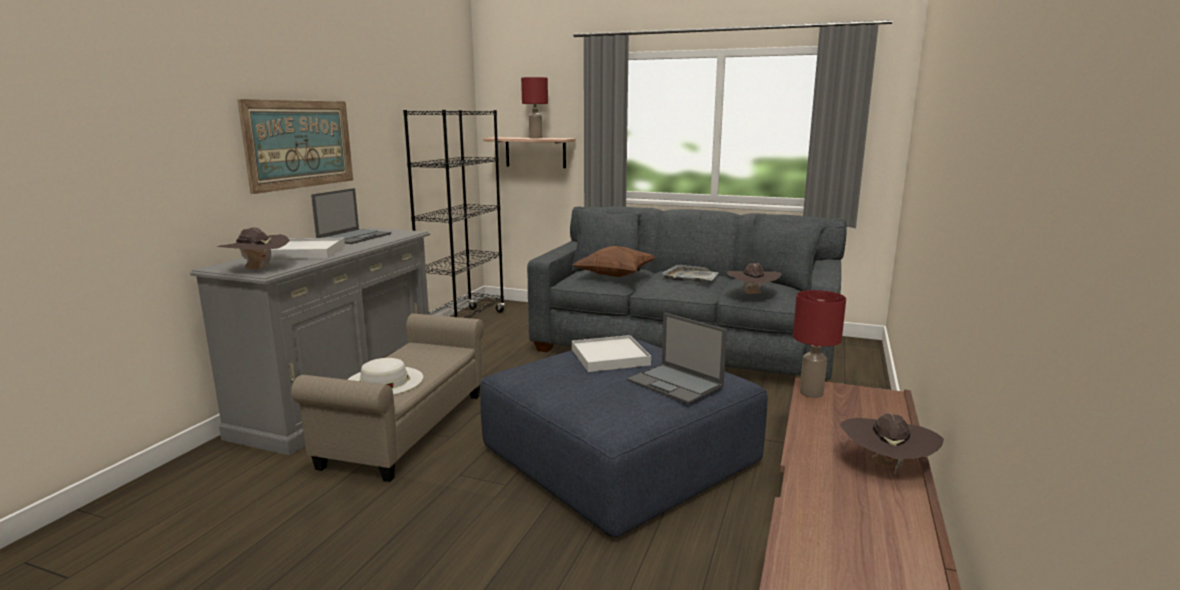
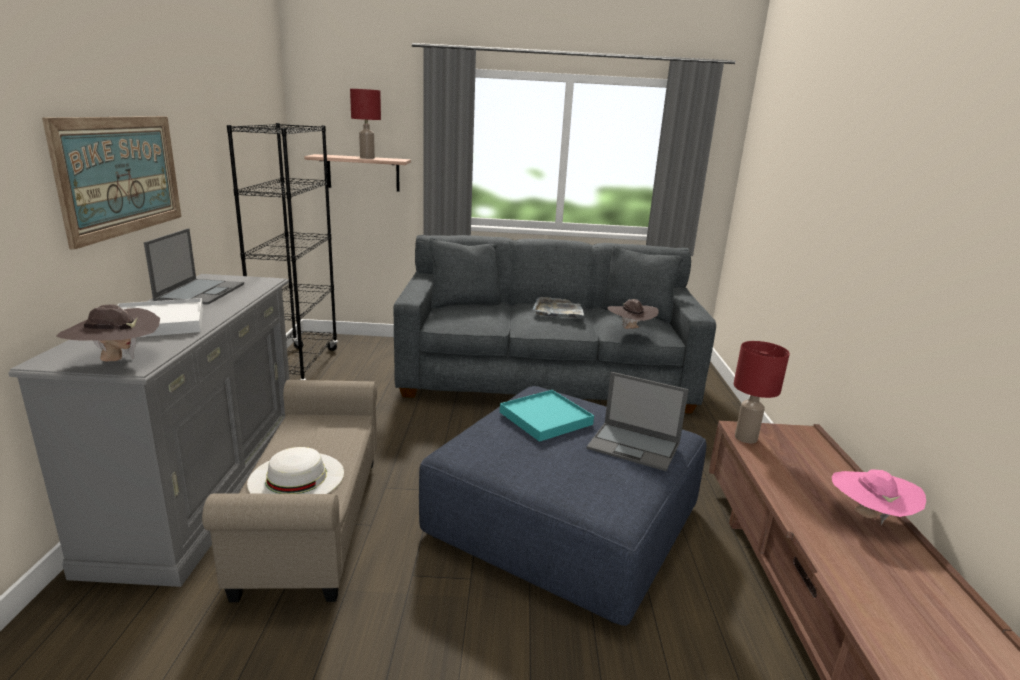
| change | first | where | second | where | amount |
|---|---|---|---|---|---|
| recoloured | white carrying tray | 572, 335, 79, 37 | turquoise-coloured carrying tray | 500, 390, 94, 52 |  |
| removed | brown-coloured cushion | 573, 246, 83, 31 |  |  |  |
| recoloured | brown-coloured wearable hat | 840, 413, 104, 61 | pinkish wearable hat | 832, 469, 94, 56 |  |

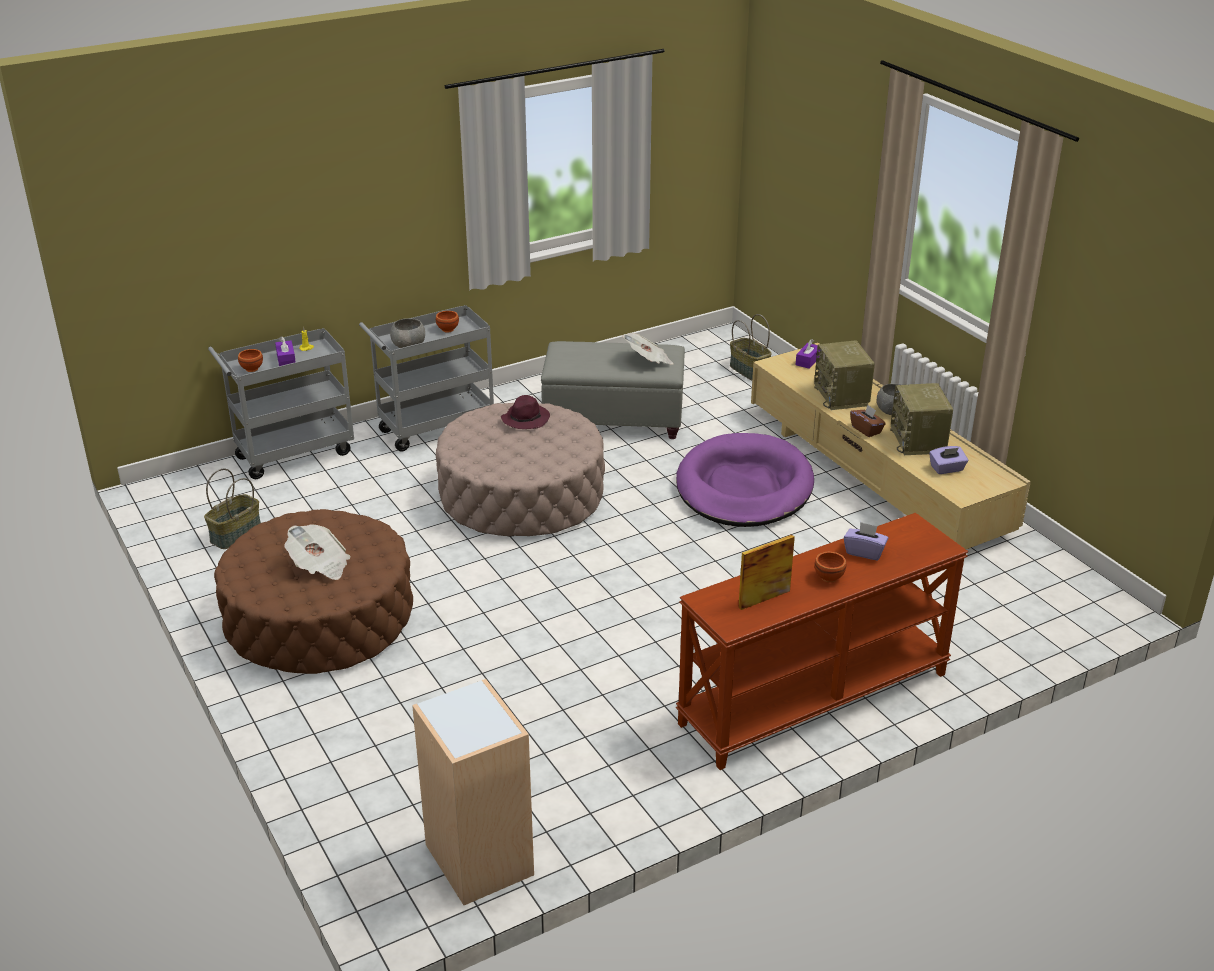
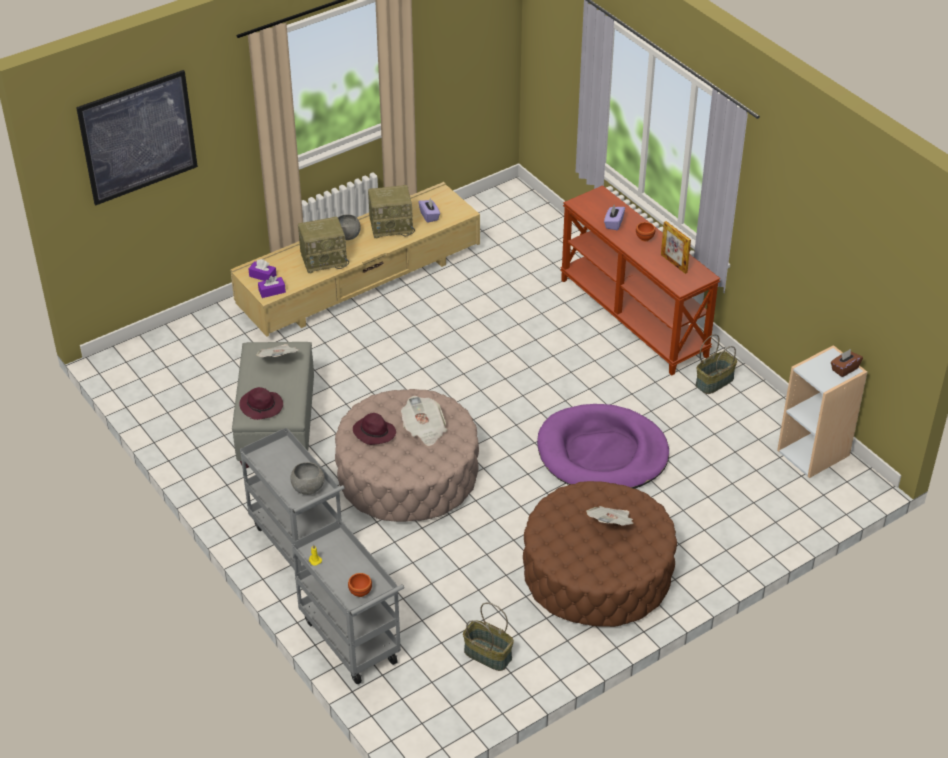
| change | first | where | second | where | amount |
|---|---|---|---|---|---|
| moved | purple box of tissues | 275, 336, 21, 30 |  | 258, 276, 28, 22 |  |
| removed | brown-coloured bowl | 436, 311, 23, 21 |  |  |  |
| moved | purple dog cushion | 676, 433, 138, 94 |  | 537, 404, 132, 85 |  |
| moved | storage basket | 730, 314, 42, 66 |  | 696, 334, 41, 60 |  |
| moved | brown-coloured box of tissues | 850, 405, 36, 32 |  | 831, 349, 32, 28 |  |
| added |  |  | picture | 76, 70, 122, 135 |  |
| added |  |  | purple wearable hat | 239, 387, 44, 33 |  |
| added |  |  | printed paper | 401, 396, 46, 50 |  |

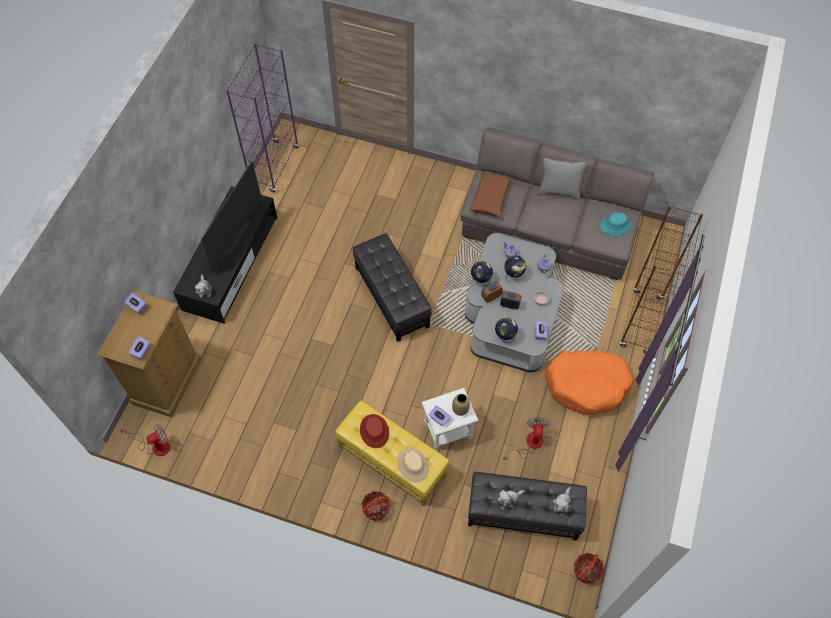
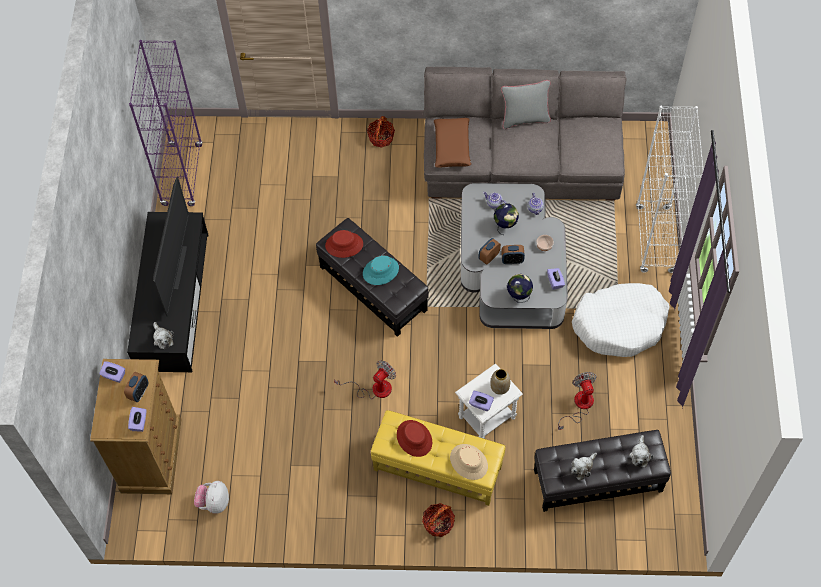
| change | first | where | second | where | amount |
|---|---|---|---|---|---|
| moved | electric fan | 119, 424, 51, 32 |  | 334, 360, 62, 39 |  |
| removed | desk globe | 471, 261, 22, 25 |  |  |  |
| recoloured | orange-coloured dog cushion | 545, 350, 89, 65 | white dog cushion | 572, 283, 98, 74 |  |
| moved | storage basket | 574, 552, 30, 32 |  | 367, 116, 28, 32 |  |
| moved | turquoise-coloured wearable hat | 600, 212, 31, 24 |  | 363, 255, 36, 30 |  |
| recoloured | brown-coloured bookcase | 620, 205, 83, 149 | white bookcase | 636, 106, 68, 167 |  |
| added |  |  | alarm clock | 124, 372, 24, 30 |  |
| added |  |  | cuddly toy | 194, 481, 35, 33 |  |
| added |  |  | red-coloured wearable hat | 325, 230, 38, 28 |  |

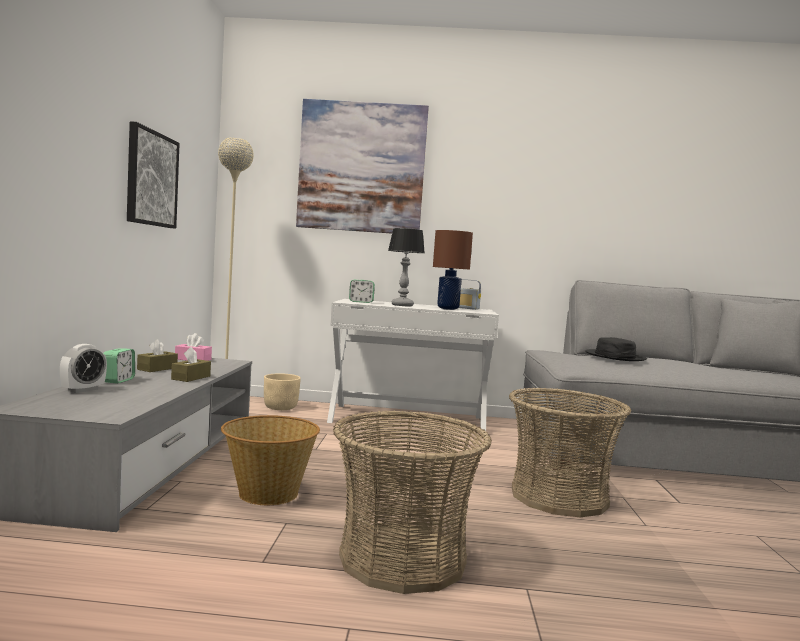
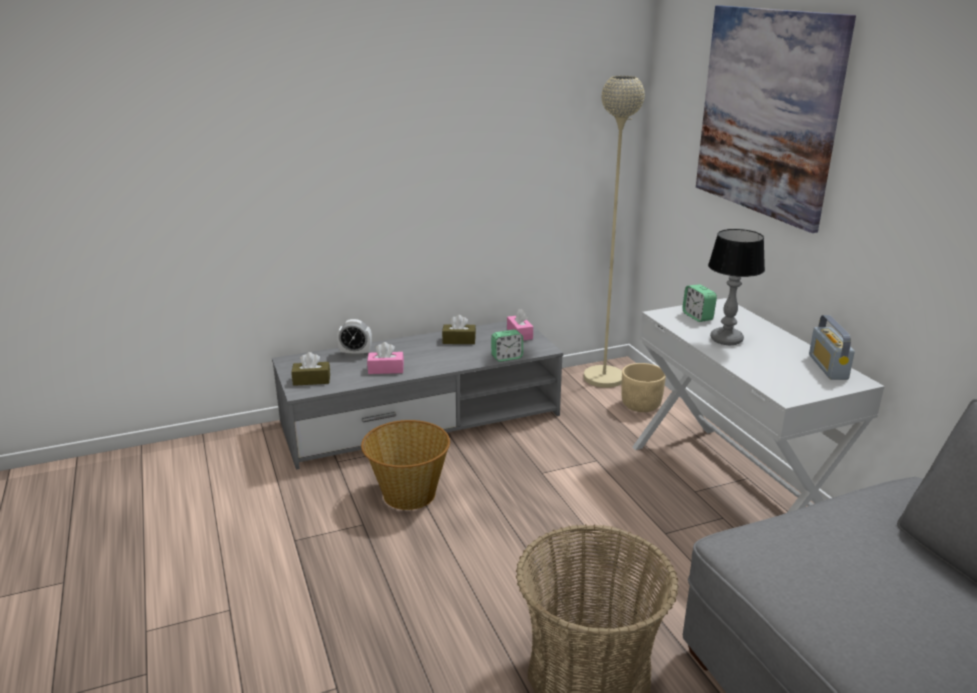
| change | first | where | second | where | amount |
|---|---|---|---|---|---|
| moved | alarm clock | 103, 348, 32, 36 |  | 491, 329, 32, 33 |  |
| removed | picture | 127, 121, 53, 108 |  |  |  |
| moved | brown-coloured box of tissues | 171, 347, 40, 35 |  | 291, 352, 39, 34 |  |
| removed | storage basket | 333, 410, 159, 184 |  |  |  |
| removed | brown-coloured lamp for a table | 433, 230, 40, 80 |  |  |  |
| removed | blackish wearable hat | 585, 337, 62, 24 |  |  |  |
| added |  |  | pinkish box of tissues | 367, 342, 37, 32 |  |

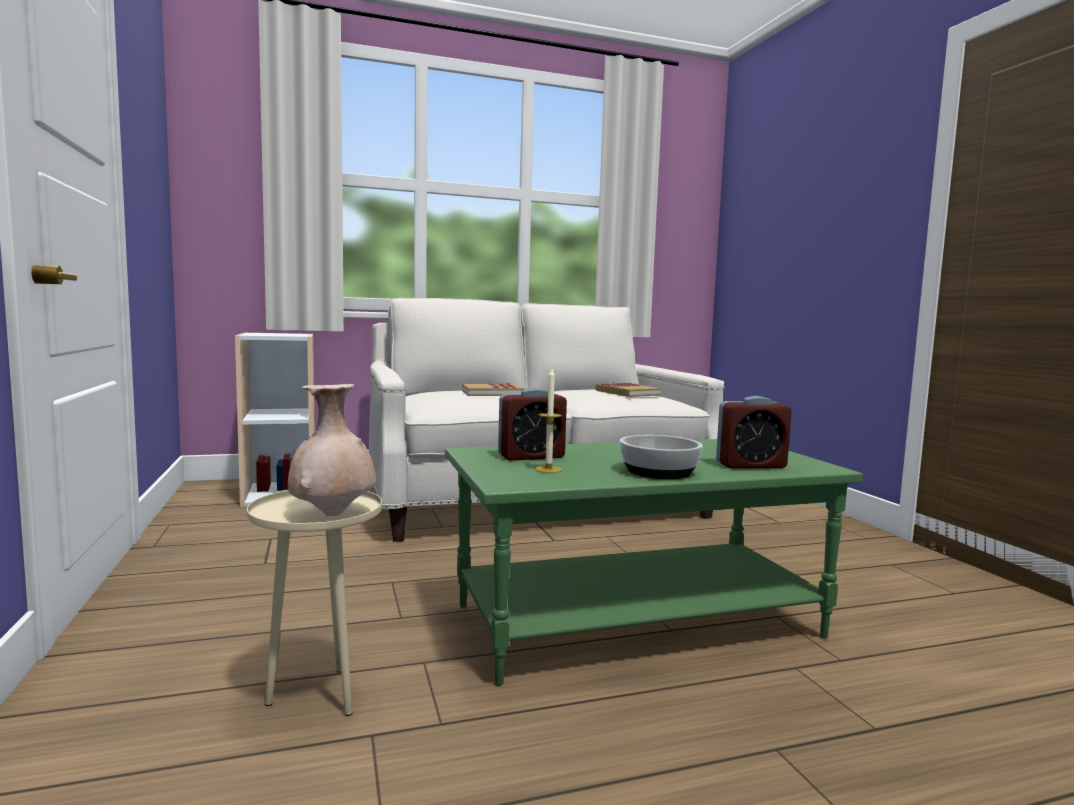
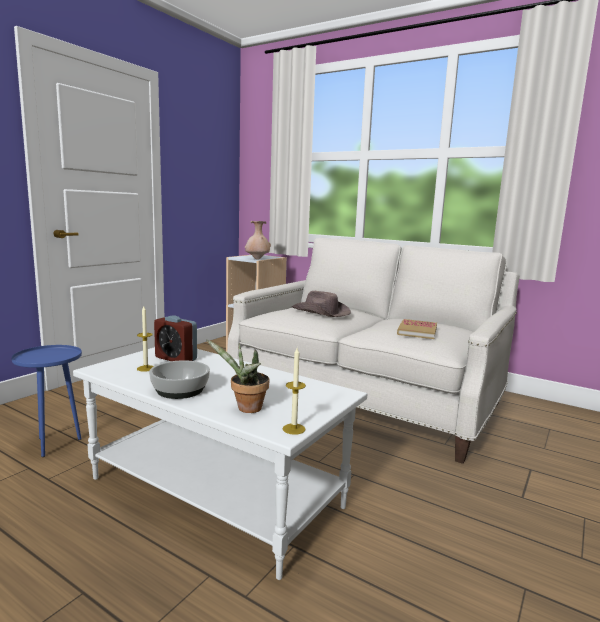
| change | first | where | second | where | amount |
|---|---|---|---|---|---|
| recoloured | beige end table | 247, 490, 135, 226 | bluish end table | 11, 345, 71, 112 |  |
| moved | beige decorative vase | 288, 384, 88, 132 |  | 245, 221, 26, 39 |  |
| recoloured | green-coloured coffee table | 445, 439, 418, 247 | white coffee table | 73, 347, 294, 233 |  |
| replaced | book | 462, 383, 62, 13 | brown-coloured wearable hat | 292, 291, 59, 26 |  |
| replaced | alarm clock | 716, 396, 76, 73 | plant in a pot | 206, 339, 63, 74 |  |
| added |  |  | wax light | 283, 348, 23, 87 |  |

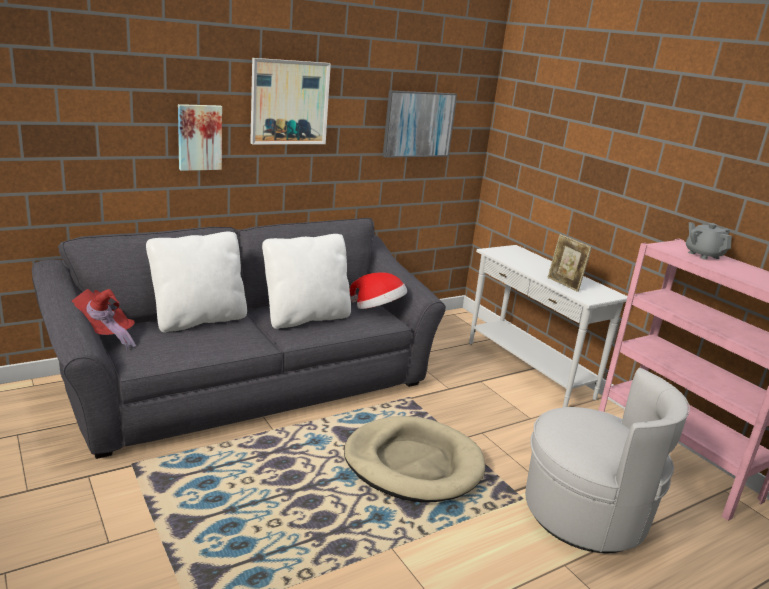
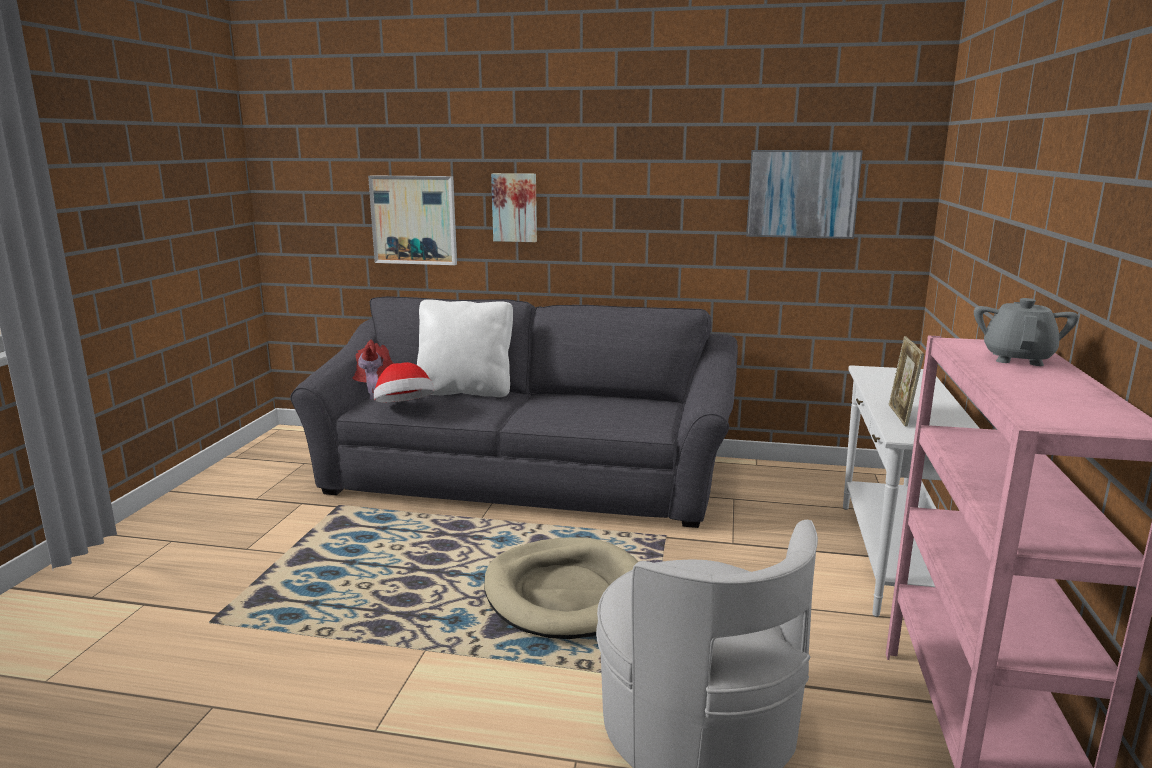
| change | first | where | second | where | amount |
|---|---|---|---|---|---|
| moved | picture | 250, 58, 81, 87 |  | 368, 175, 89, 90 |  |
| removed | white cushion | 262, 234, 89, 95 |  |  |  |
| moved | wearable hat | 350, 272, 57, 37 |  | 374, 362, 60, 41 |  |

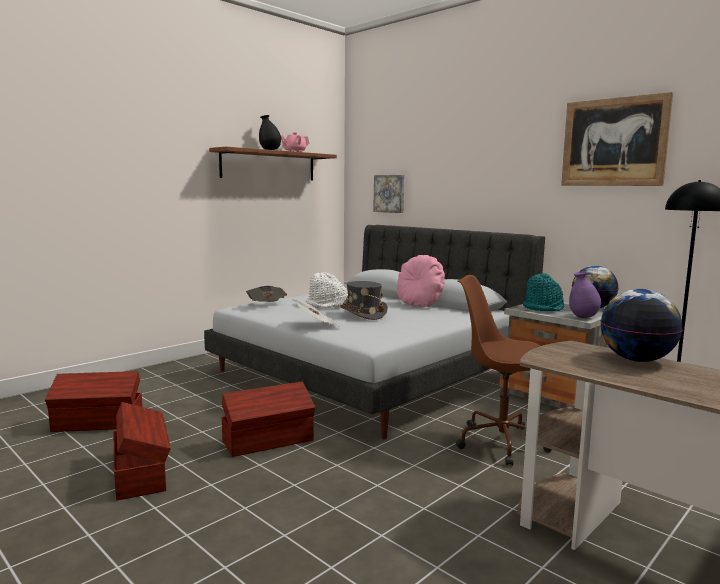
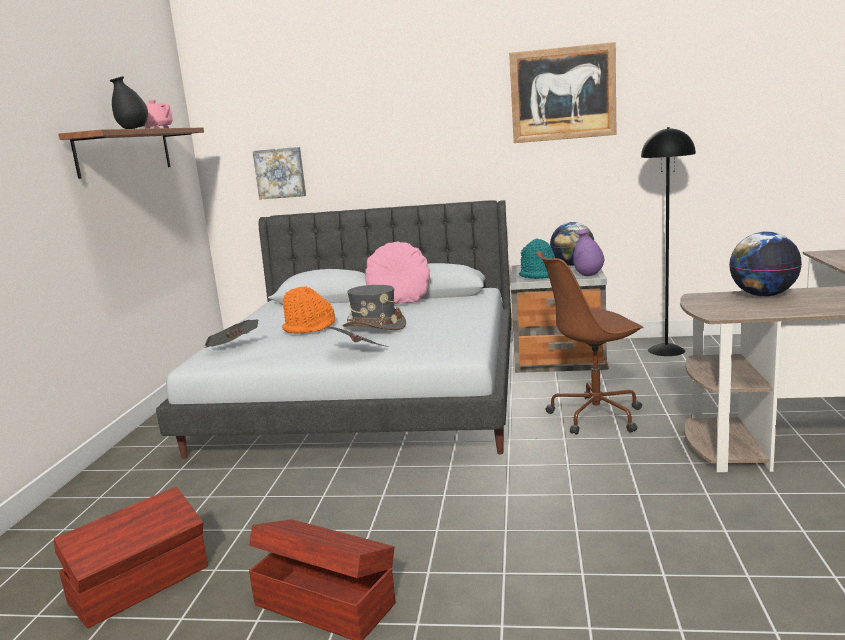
| change | first | where | second | where | amount |
|---|---|---|---|---|---|
| removed | brown-coloured storage box | 221, 382, 94, 75 |  |  |  |
| recoloured | white wearable hat | 306, 273, 42, 35 | orange-coloured wearable hat | 282, 286, 54, 47 |  |

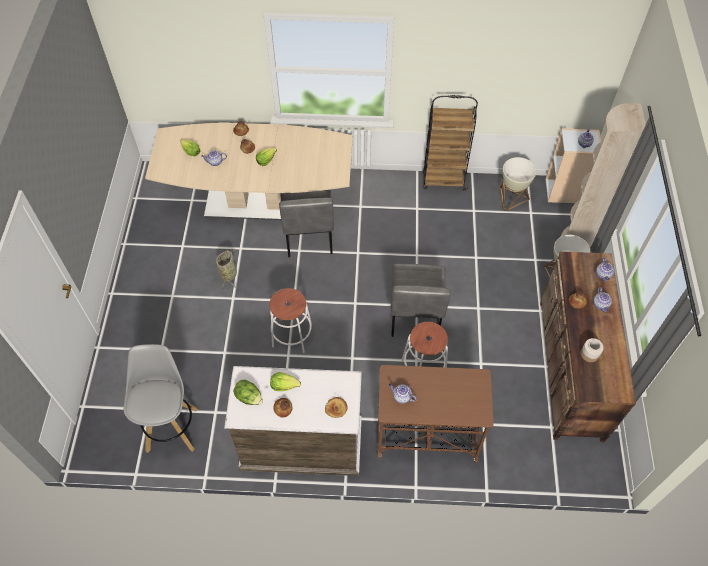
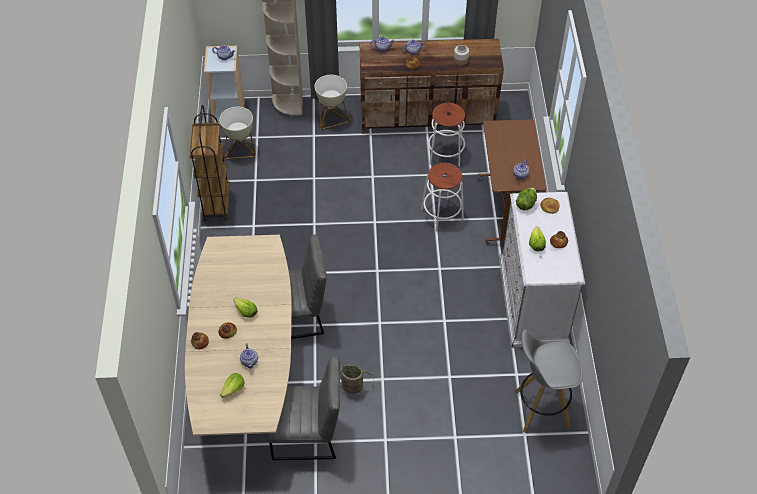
| change | first | where | second | where | amount |
|---|---|---|---|---|---|
| moved | head of lettuce | 234, 379, 29, 26 |  | 516, 187, 21, 23 |  |
| moved | white sitting stool | 269, 288, 43, 65 |  | 428, 103, 37, 64 |  |
| moved | gray upright chair | 390, 263, 61, 74 |  | 266, 356, 74, 104 |  |

